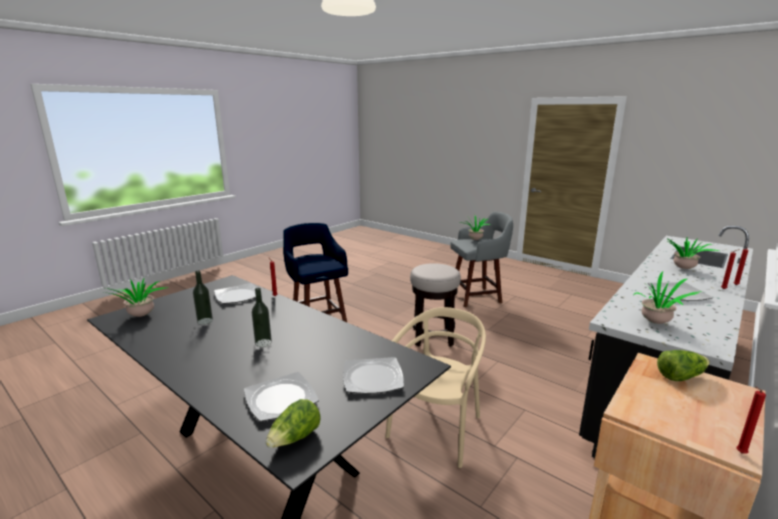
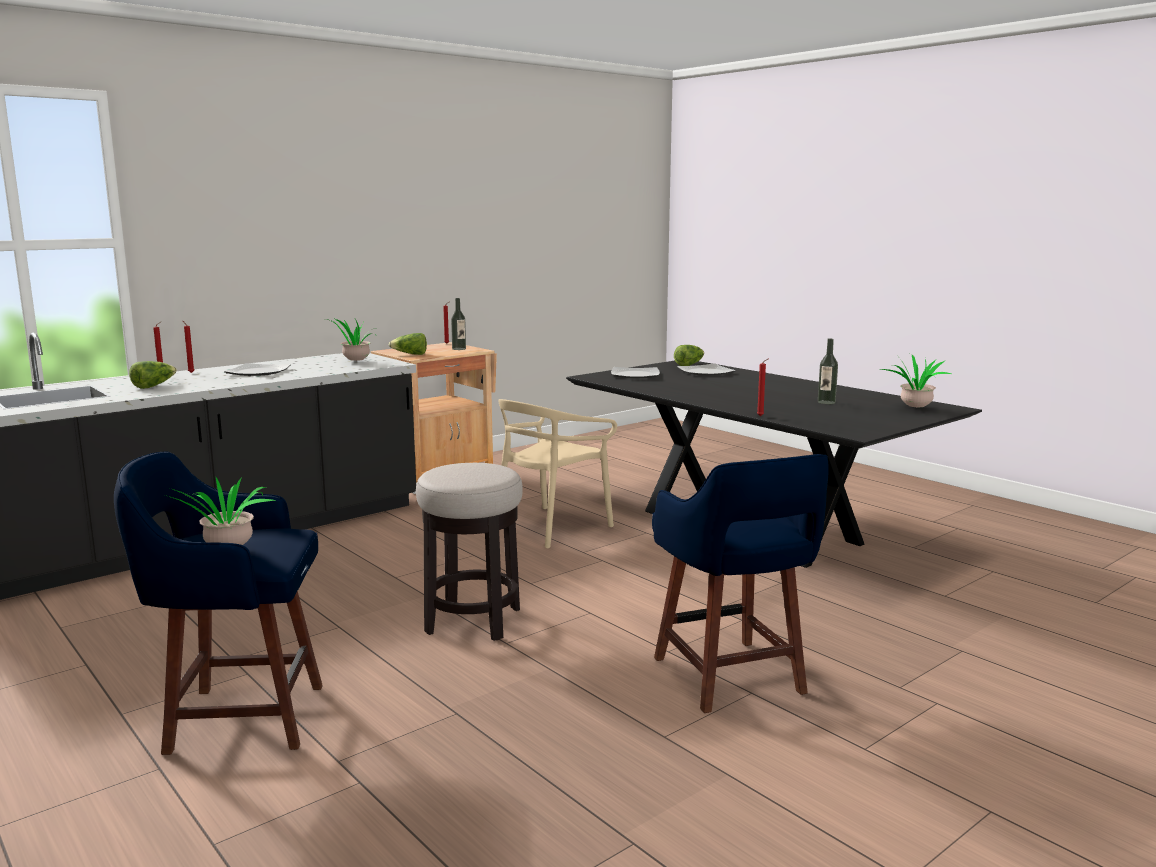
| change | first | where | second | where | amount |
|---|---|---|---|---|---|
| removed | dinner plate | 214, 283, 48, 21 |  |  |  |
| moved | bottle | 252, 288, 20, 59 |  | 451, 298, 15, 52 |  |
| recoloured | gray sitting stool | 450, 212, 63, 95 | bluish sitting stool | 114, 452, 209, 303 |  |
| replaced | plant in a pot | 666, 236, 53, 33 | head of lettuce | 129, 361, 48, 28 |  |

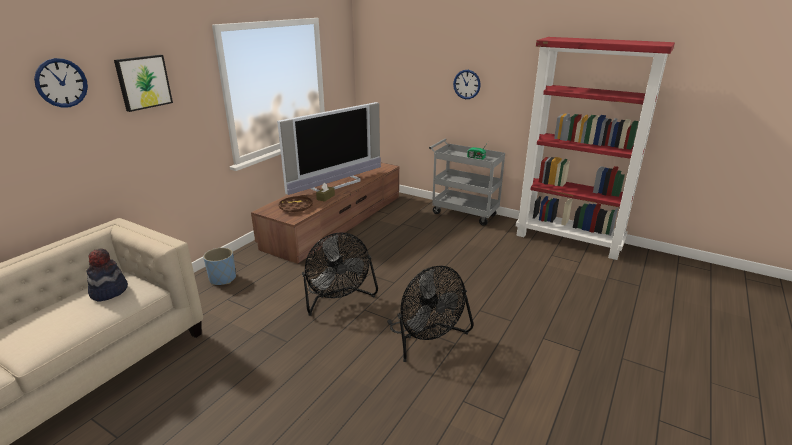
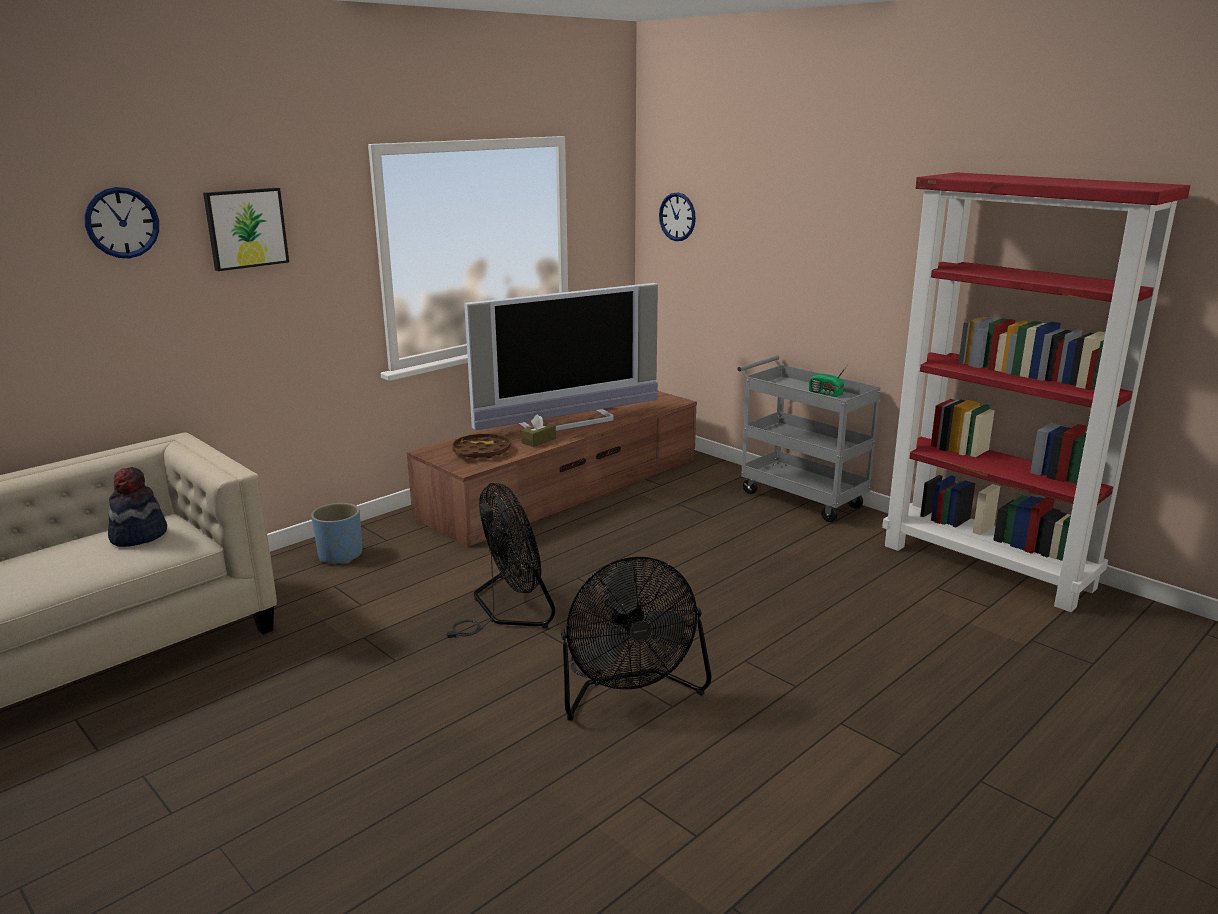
| change | first | where | second | where | amount |
|---|---|---|---|---|---|
| turned | blackish electric fan | 302, 233, 76, 83 |  | 444, 483, 111, 155 | 105 degrees counterclockwise |
| moved | hanging clock | 453, 70, 28, 29 |  | 659, 192, 37, 49 |  |

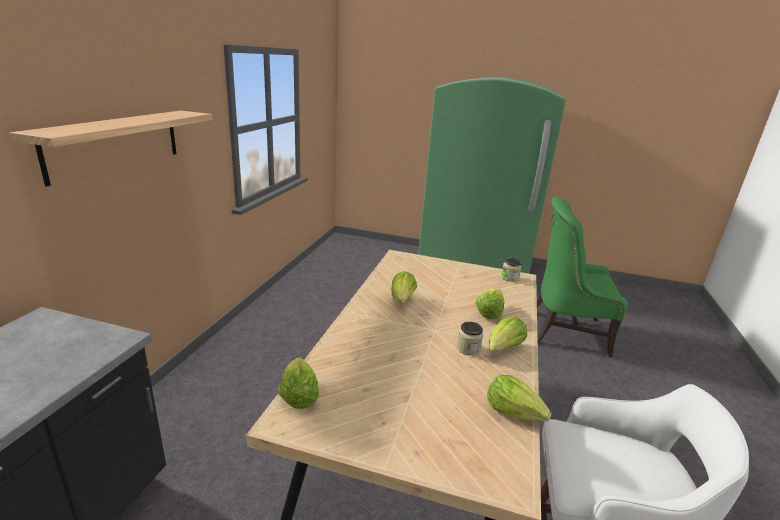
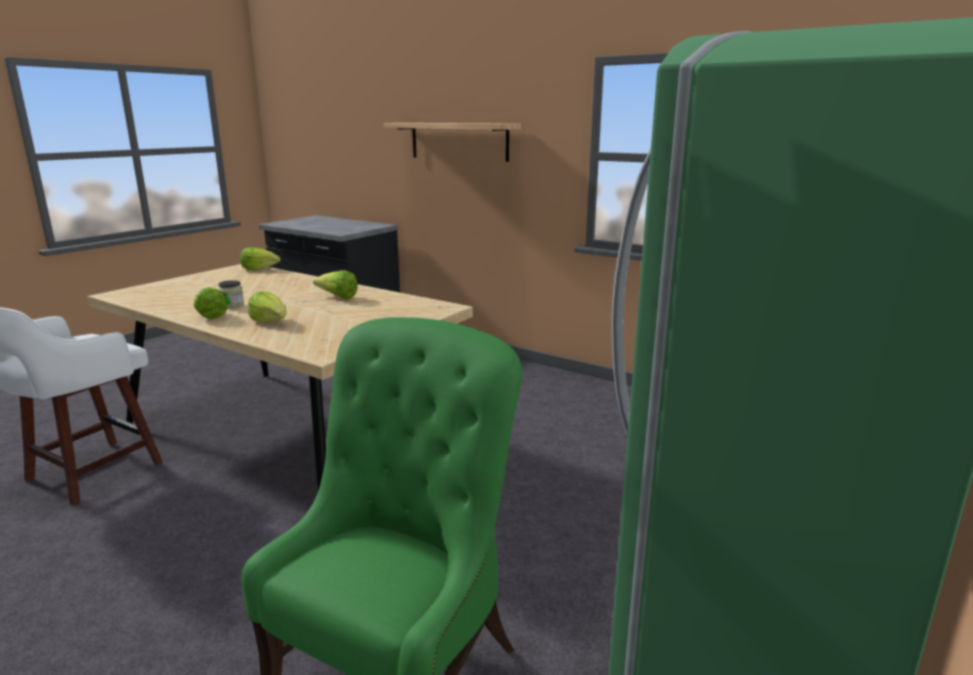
| change | first | where | second | where | amount |
|---|---|---|---|---|---|
| removed | head of lettuce | 487, 375, 65, 46 |  |  |  |
| removed | preserve jar | 501, 258, 21, 24 |  |  |  |

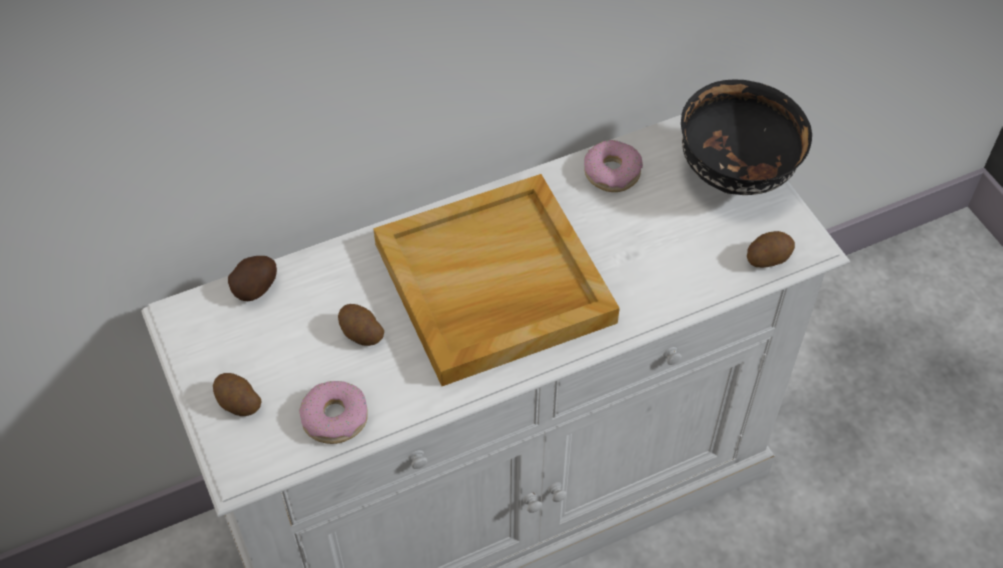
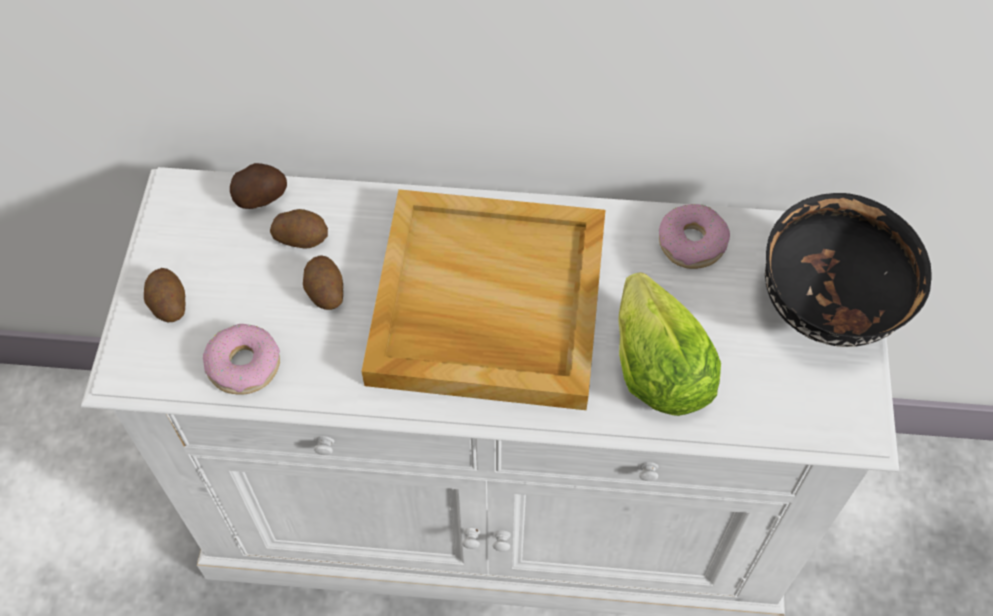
| change | first | where | second | where | amount |
|---|---|---|---|---|---|
| moved | potato | 747, 231, 48, 37 |  | 270, 209, 58, 39 |  |
| added |  |  | head of lettuce | 619, 272, 102, 144 |  |

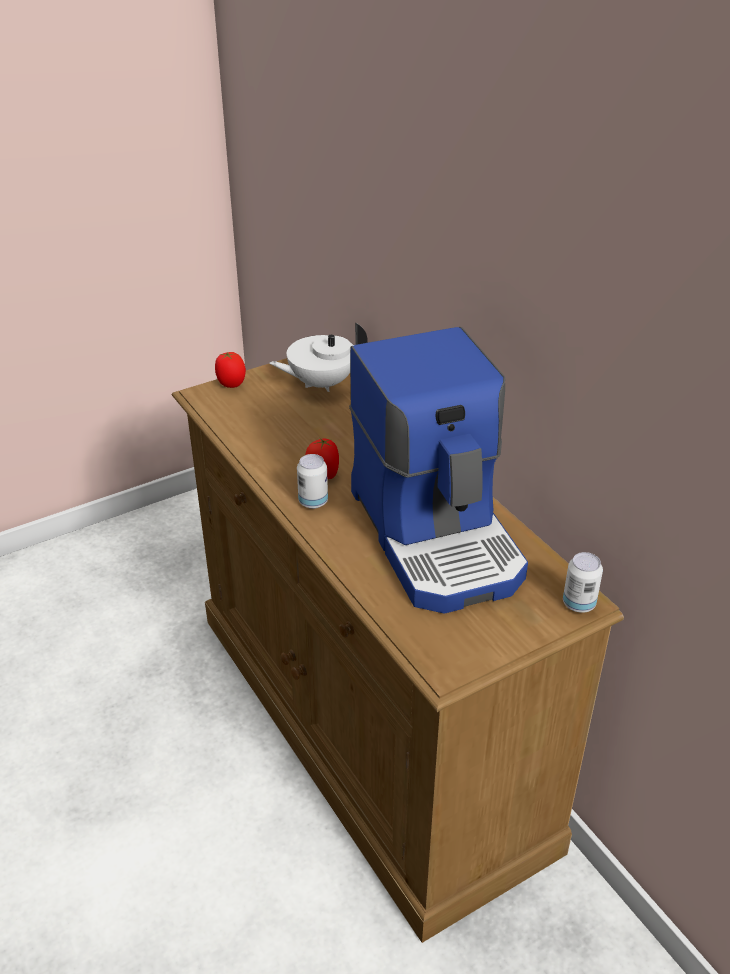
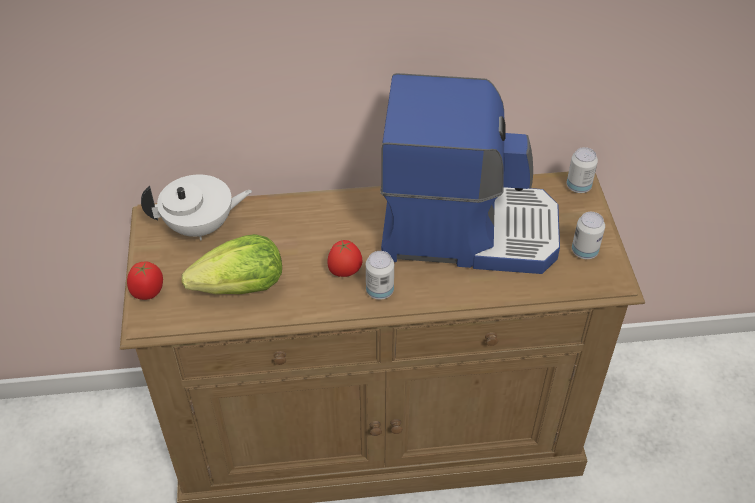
| change | first | where | second | where | amount |
|---|---|---|---|---|---|
| turned | white tea pot | 269, 323, 99, 69 |  | 141, 174, 111, 67 | 105 degrees counterclockwise |
| added |  |  | head of lettuce | 182, 234, 100, 60 |  |
| added |  |  | can | 572, 212, 33, 47 |  |

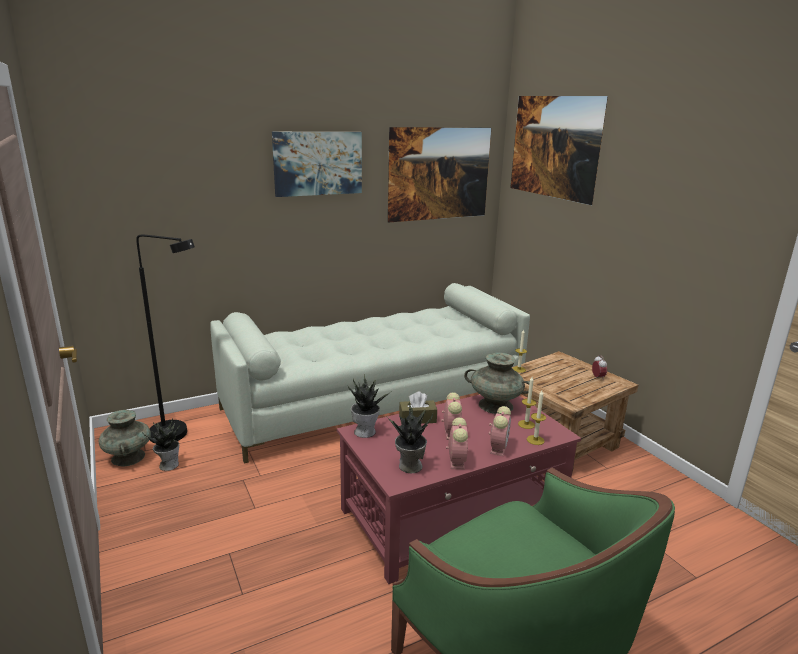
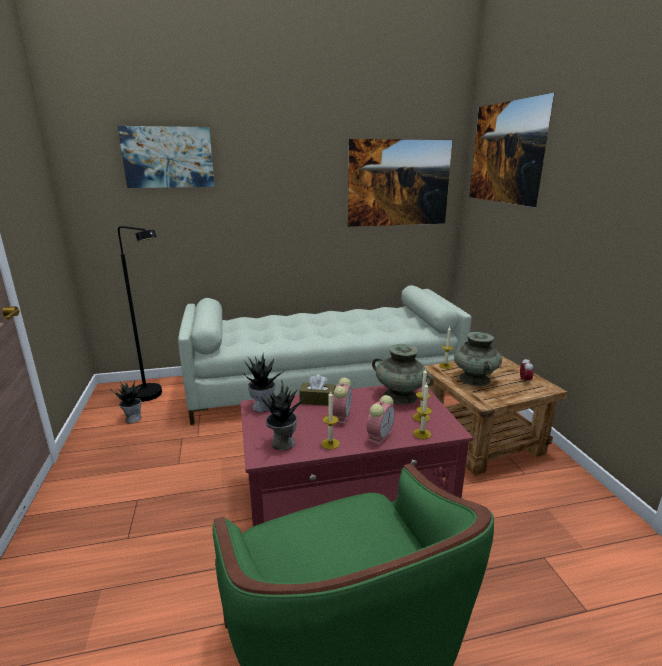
| change | first | where | second | where | amount |
|---|---|---|---|---|---|
| moved | turquoise-coloured decorative vase | 99, 410, 52, 57 |  | 454, 332, 48, 54 |  |
| moved | picture | 272, 132, 90, 65 |  | 118, 126, 97, 62 |  |
| replaced | alarm clock | 446, 417, 22, 53 | wax light | 321, 391, 19, 58 |  |

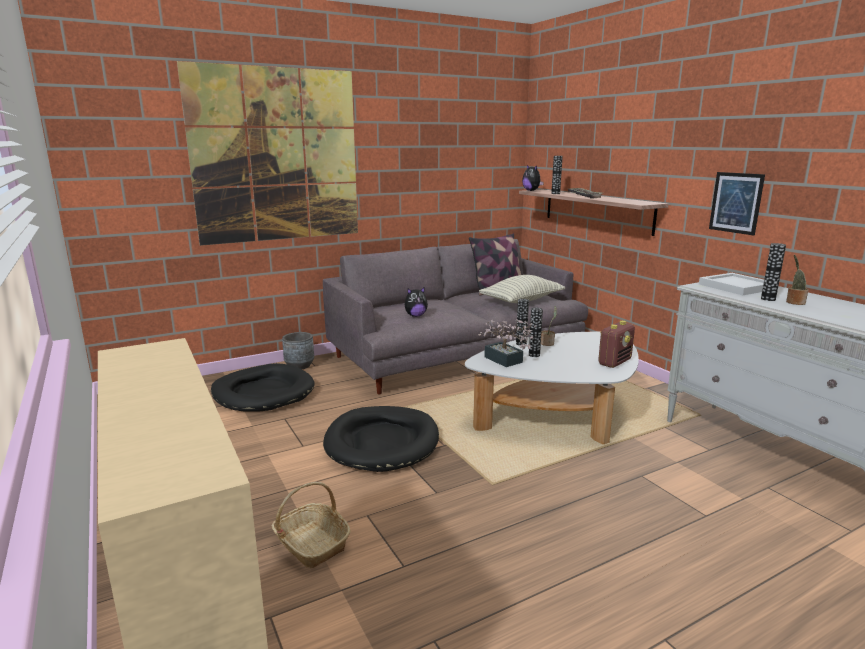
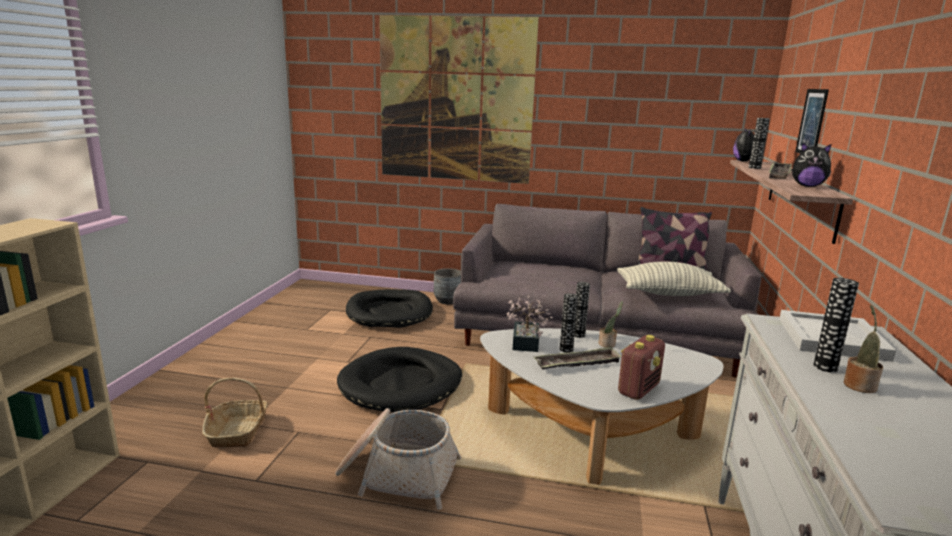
| change | first | where | second | where | amount |
|---|---|---|---|---|---|
| moved | cuddly toy | 405, 287, 23, 30 |  | 792, 143, 40, 44 |  |
| turned | radio set | 598, 321, 37, 47 |  | 618, 335, 47, 65 | 45 degrees counterclockwise |
| moved | picture | 709, 172, 56, 63 |  | 795, 89, 34, 64 |  |
| added |  |  | storage basket | 335, 408, 126, 102 |  |
| added |  |  | carrying tray | 534, 346, 88, 24 |  |

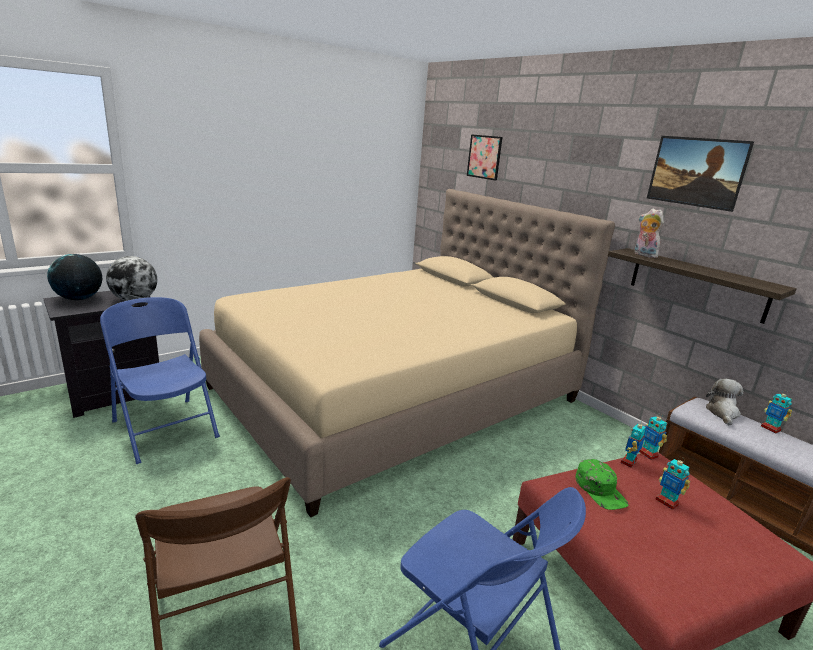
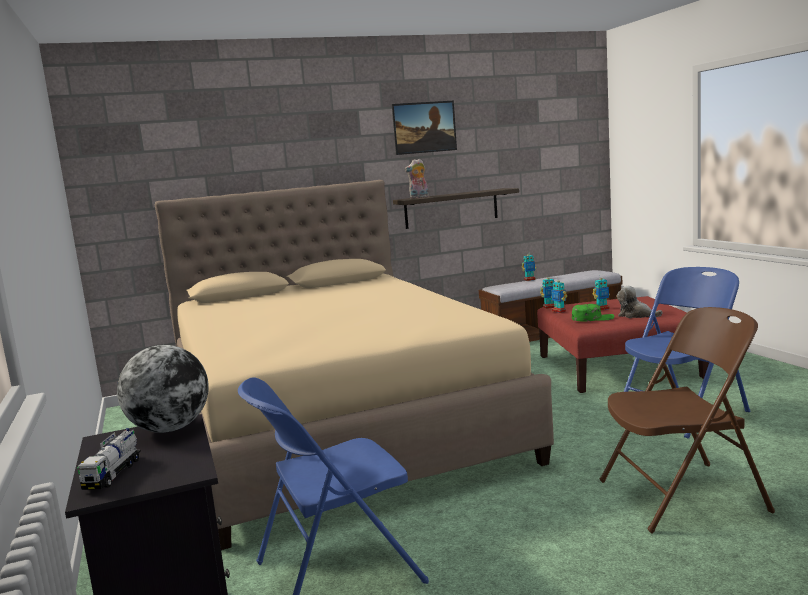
| change | first | where | second | where | amount |
|---|---|---|---|---|---|
| replaced | desk globe | 47, 254, 55, 46 | toy truck | 77, 428, 64, 62 |  |
| removed | picture | 467, 134, 36, 47 |  |  |  |
| moved | cuddly toy | 706, 379, 38, 46 |  | 617, 286, 46, 32 |  |

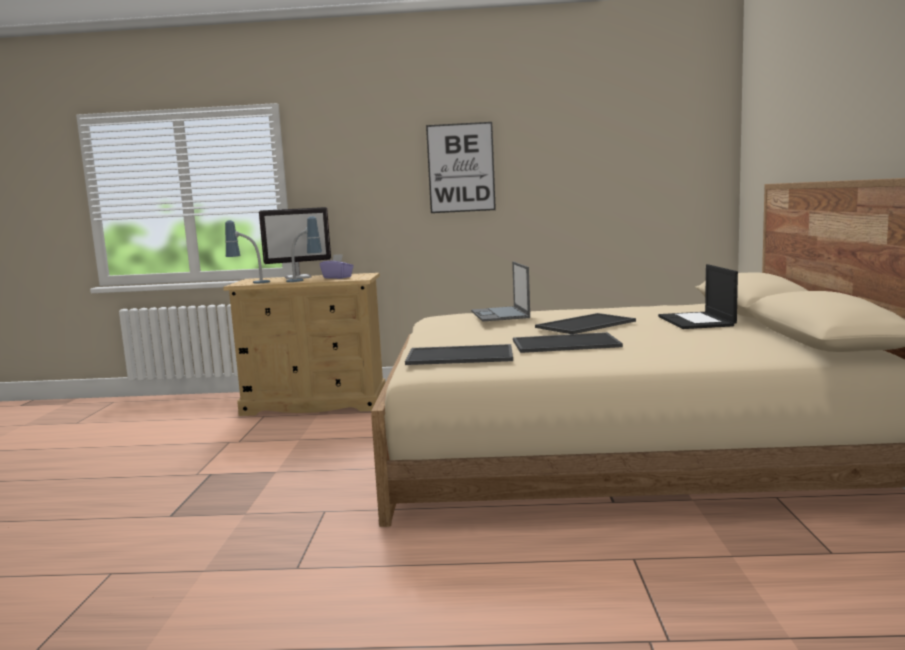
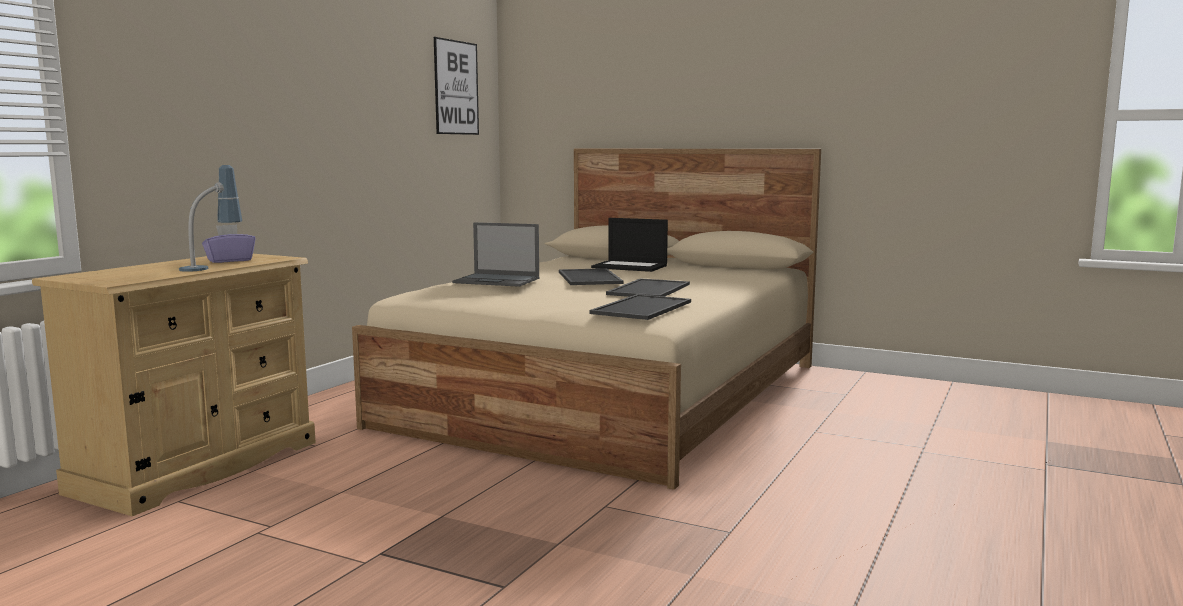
| change | first | where | second | where | amount |
|---|---|---|---|---|---|
| removed | lamp for a table | 225, 220, 45, 63 |  |  |  |
| removed | monitor | 259, 207, 72, 73 |  |  |  |
| moved | picture | 426, 122, 70, 91 |  | 434, 37, 45, 98 |  |

